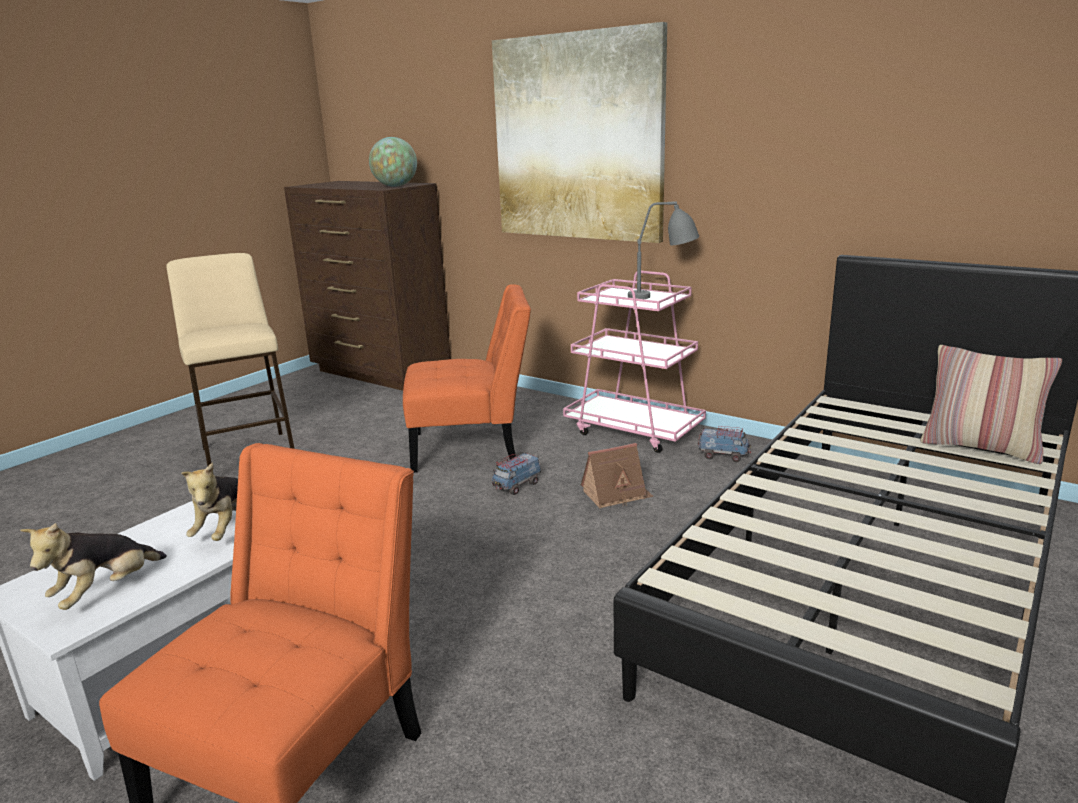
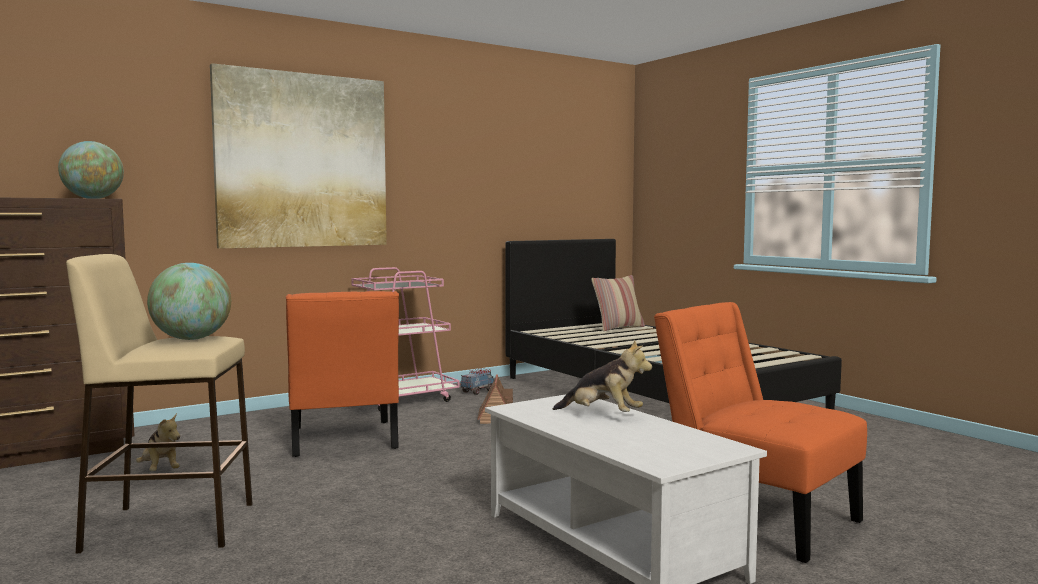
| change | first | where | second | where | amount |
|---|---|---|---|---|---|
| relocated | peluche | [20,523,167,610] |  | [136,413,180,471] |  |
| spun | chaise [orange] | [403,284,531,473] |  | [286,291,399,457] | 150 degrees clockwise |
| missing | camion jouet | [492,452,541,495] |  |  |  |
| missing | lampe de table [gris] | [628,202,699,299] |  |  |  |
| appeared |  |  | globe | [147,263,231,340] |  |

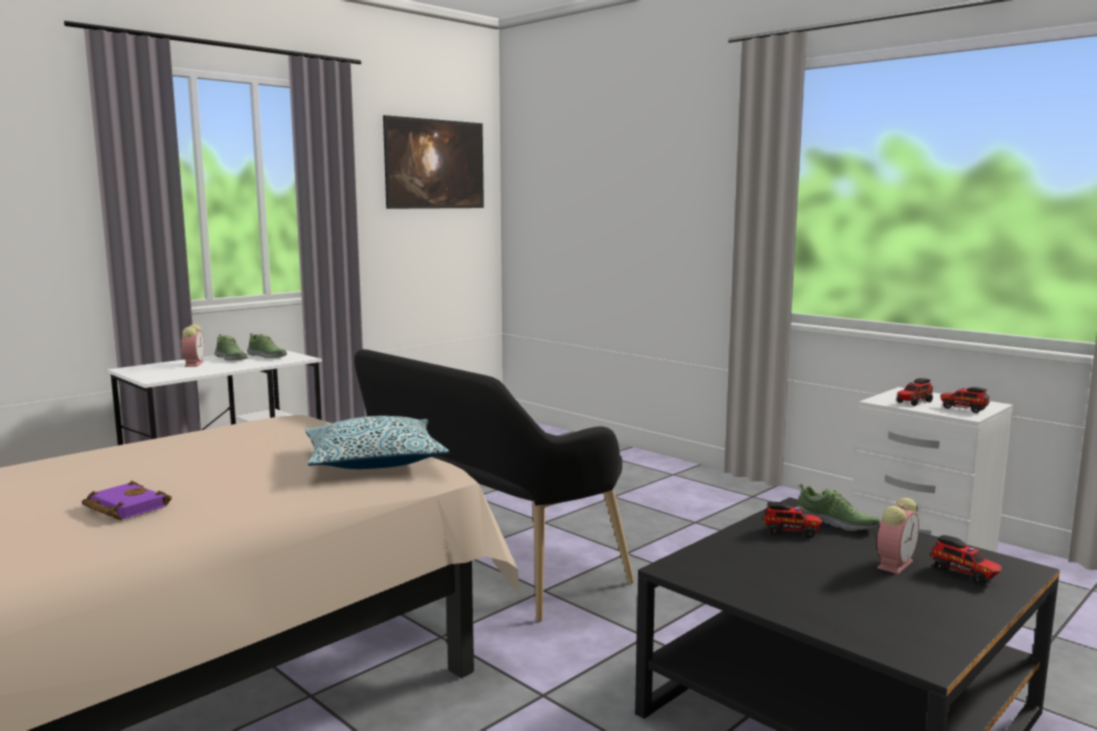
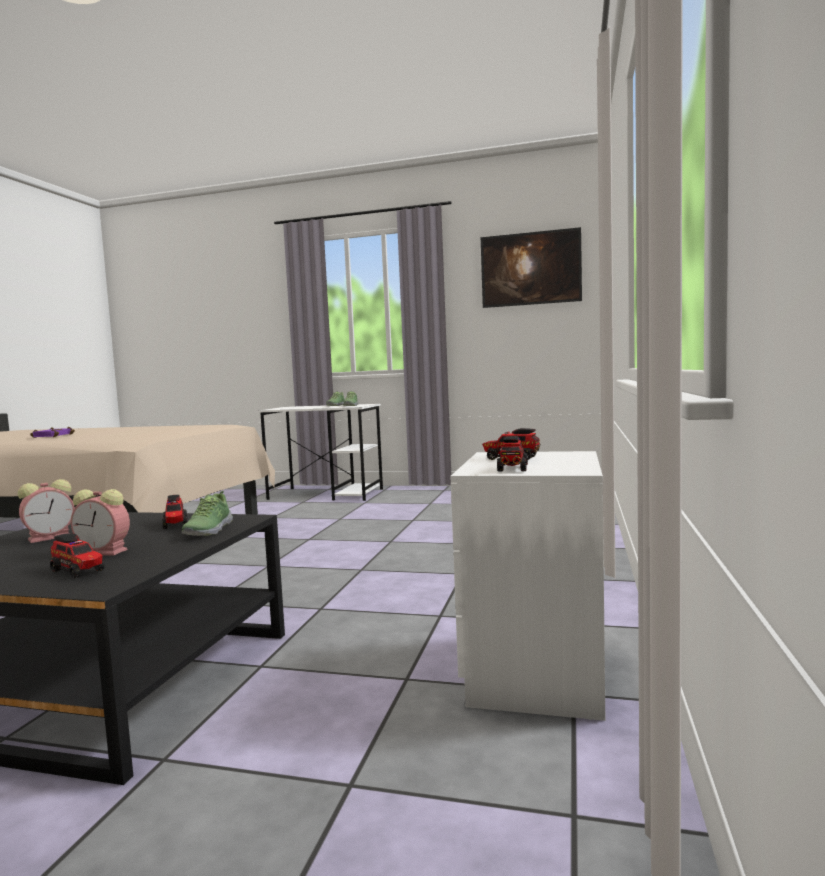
| change | first | where | second | where | amount |
|---|---|---|---|---|---|
| relocated | réveil | [181,324,204,367] |  | [18,479,75,543] |  |
| missing | coussin | [305,416,450,469] |  |  |  |
| missing | banc [noir] | [354,349,634,622] |  |  |  |
| spun | camion jouet | [931,535,1001,585] |  | [50,533,105,578] | 75 degrees counterclockwise |

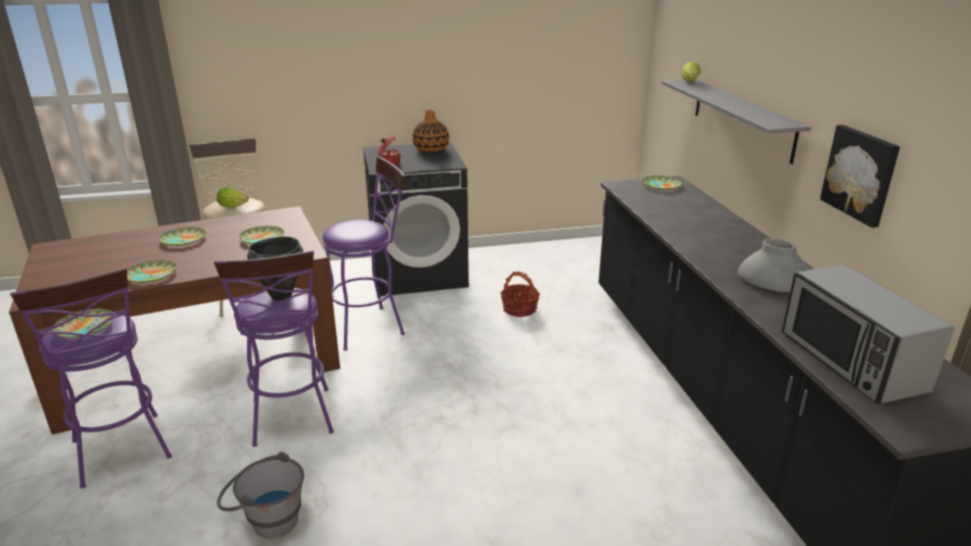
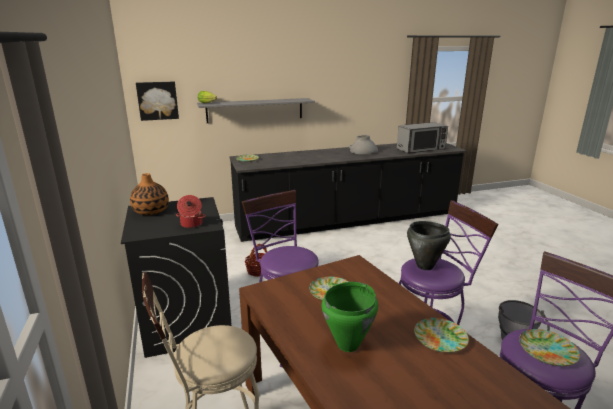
| change | first | where | second | where | amount |
|---|---|---|---|---|---|
| exchanged | assiette | [159,227,206,246] | marmite [vert] | [322,282,378,352] |  |
| missing | laitue | [217,188,249,208] |  |  |  |
| relocated | tableau | [820,125,900,228] |  | [136,82,179,121] |  |

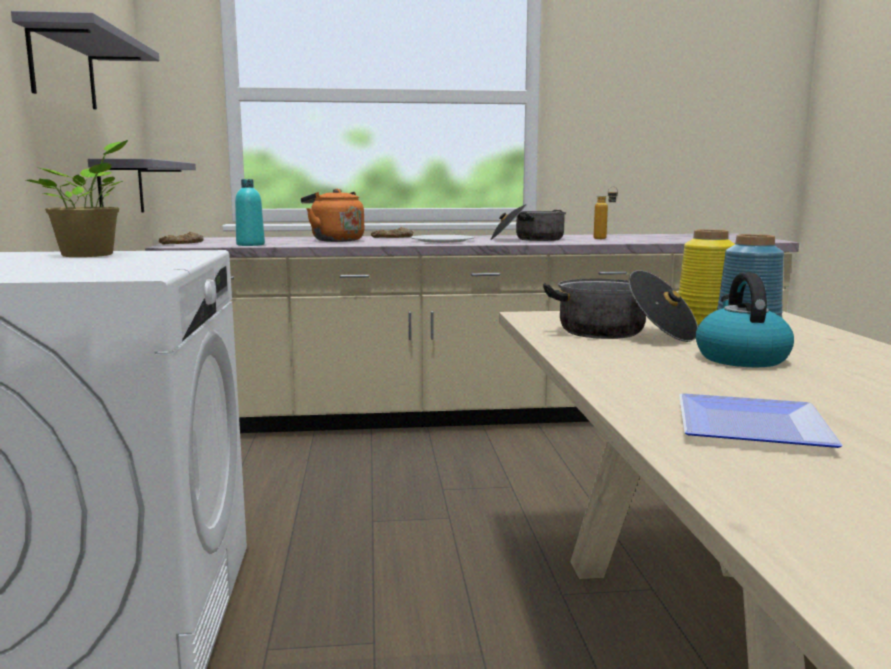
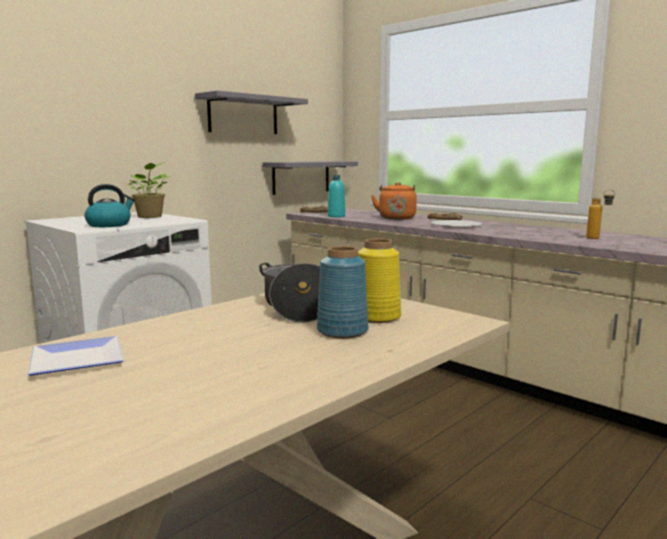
| change | first | where | second | where | amount |
|---|---|---|---|---|---|
| missing | marmite | [491,204,566,241] |  |  |  |
| relocated | bouilloire | [696,272,794,367] |  | [84,184,135,227] |  |

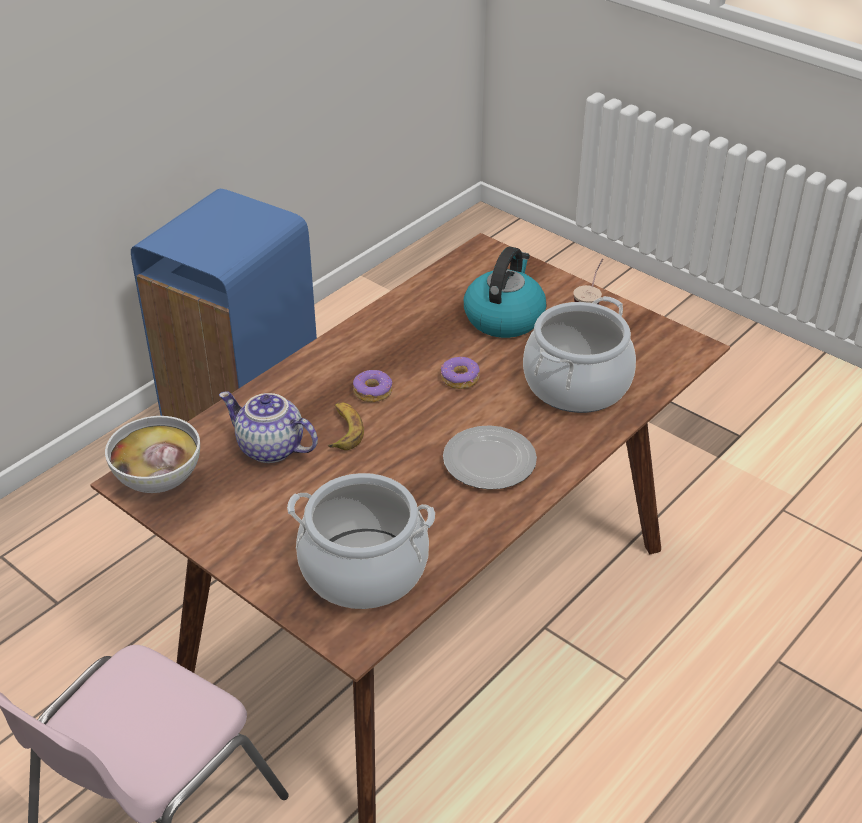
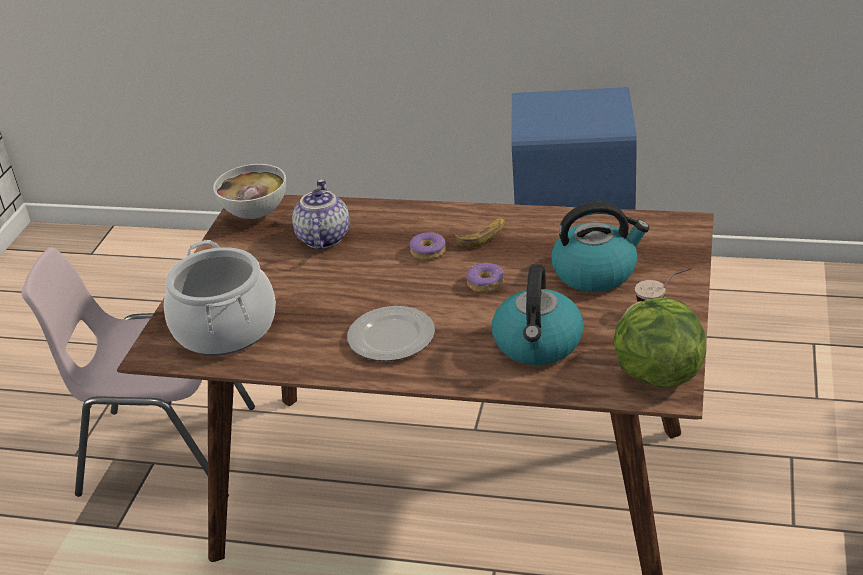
| change | first | where | second | where | amount |
|---|---|---|---|---|---|
| relocated | banane | [328,402,364,450] |  | [453,218,505,248] |  |
| exchanged | marmite | [523,296,636,413] | bouilloire | [492,264,584,365] |  |
| appeared |  |  | laitue | [614,297,706,388] |  |

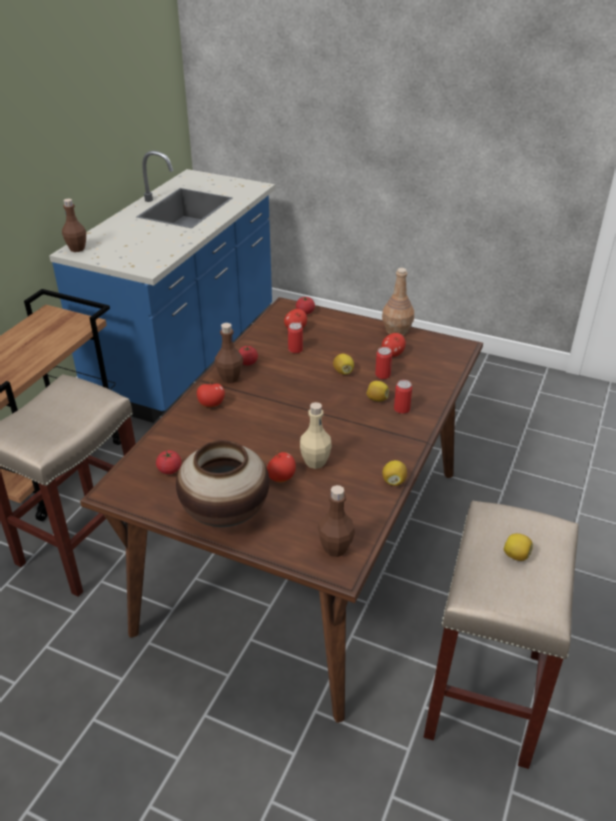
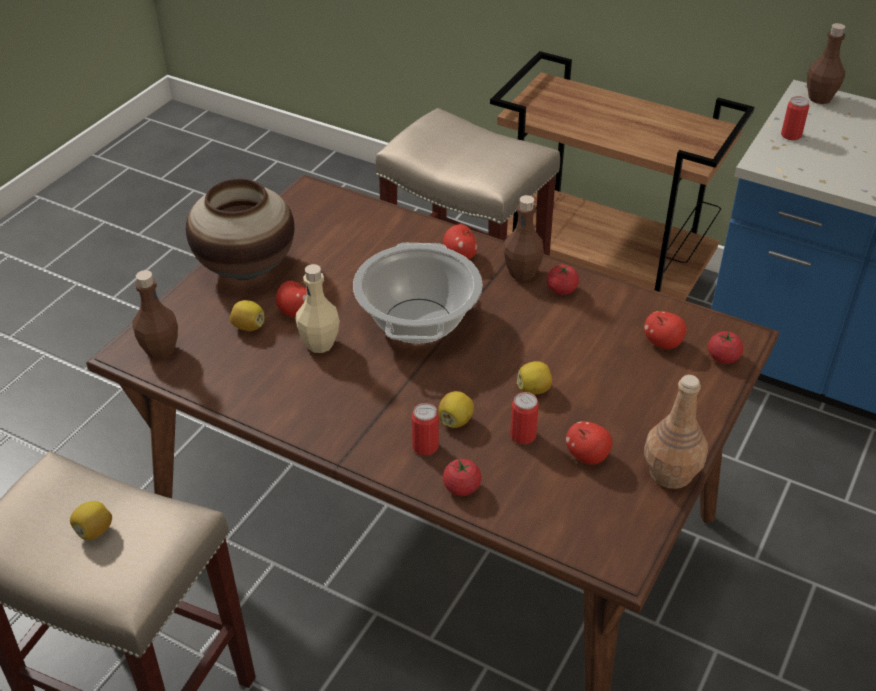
| change | first | where | second | where | amount |
|---|---|---|---|---|---|
| relocated | tomate | [156,450,182,474] |  | [443,458,481,496] |  |
| relocated | boîte métallique | [288,322,303,353] |  | [781,96,809,140] |  |
| relocated | citron | [382,460,407,486] |  | [230,300,264,331] |  |
| appeared |  |  | marmite | [353,243,483,344] |  |

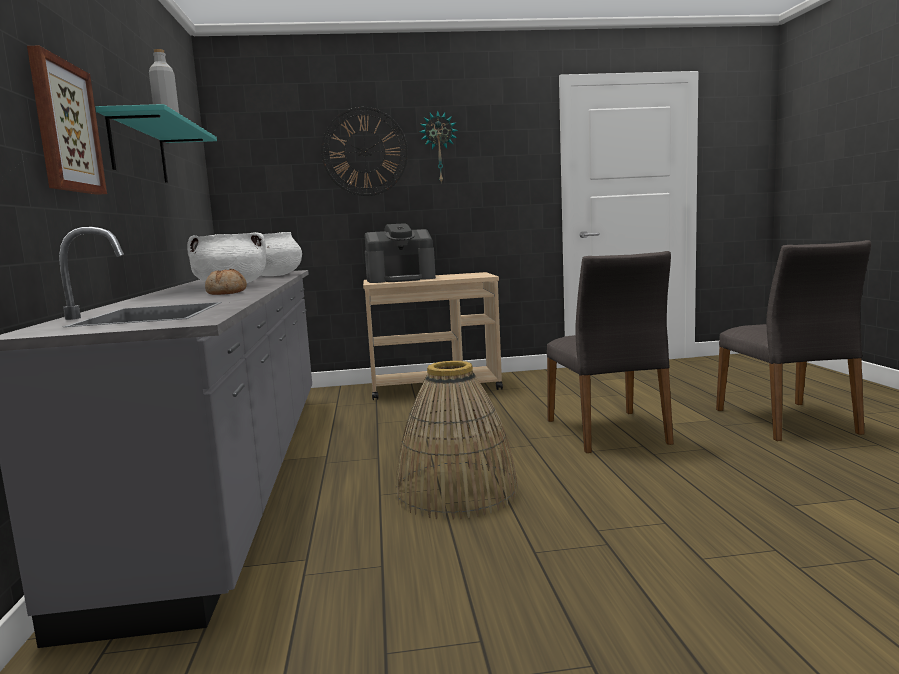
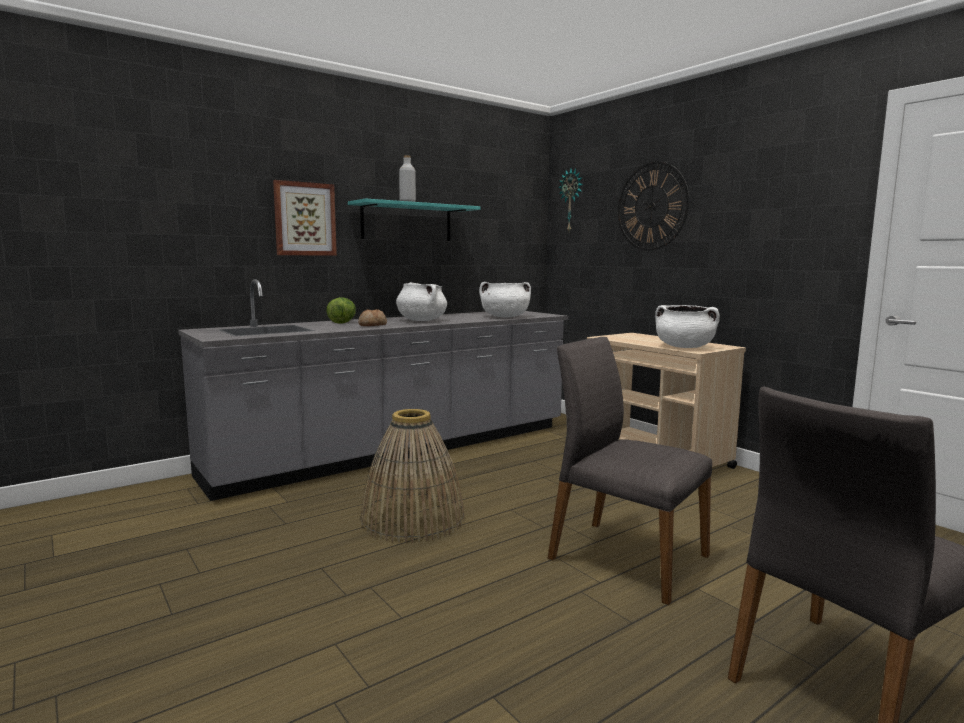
| change | first | where | second | where | amount |
|---|---|---|---|---|---|
| missing | machine à café | [365,223,436,283] |  |  |  |
| relocated | horloge murale | [419,111,458,184] |  | [558,169,583,231] |  |
| spun | chaise [gris] | [547,251,674,453] |  | [547,337,712,605] | 75 degrees clockwise |
| appeared |  |  | laitue | [327,297,356,324] |  |
| appeared |  |  | marmite [blanc] | [655,305,720,348] |  |

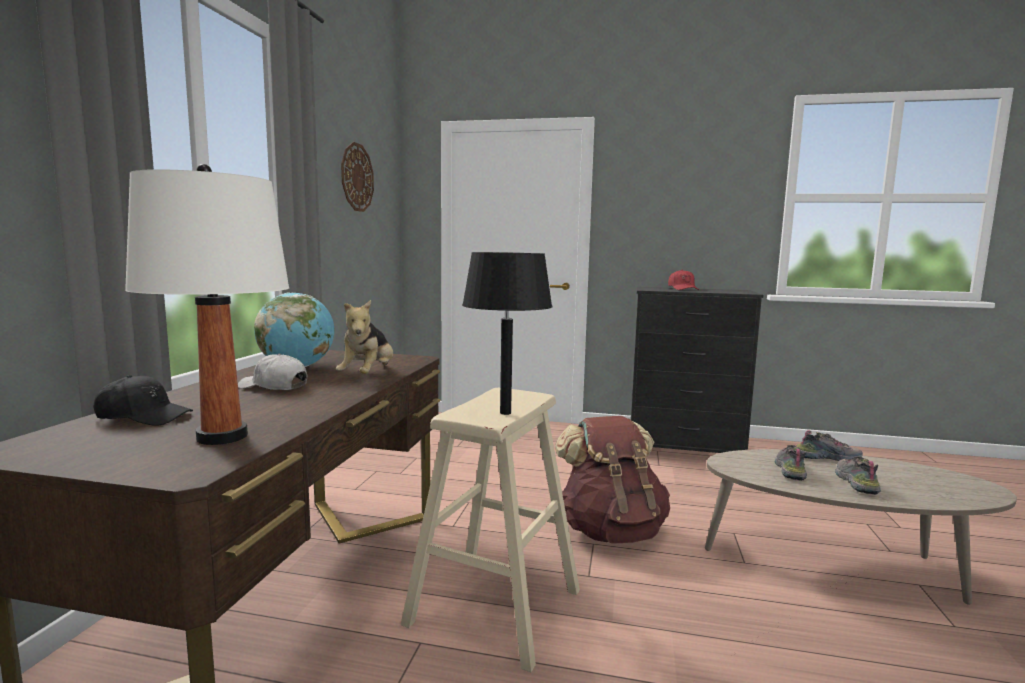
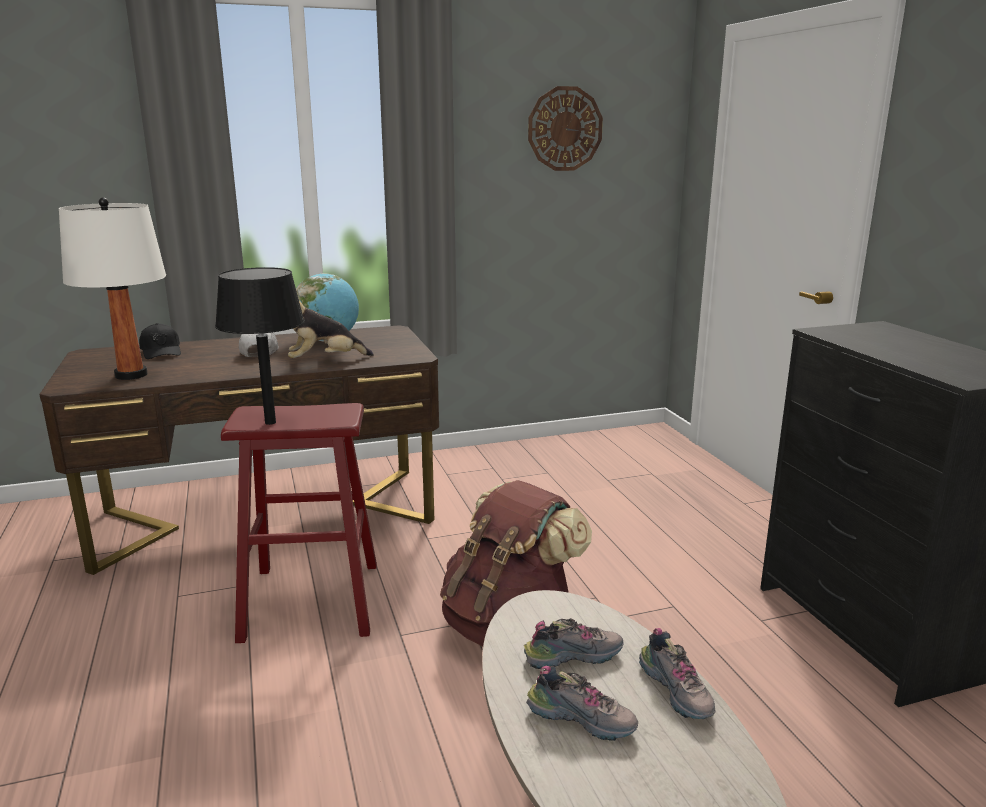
| change | first | where | second | where | amount |
|---|---|---|---|---|---|
| colour | tabouret [beige] | [401,388,580,672] | tabouret [rouge] | [221,403,377,643] |  |
| missing | casquette [rouge] | [668,270,699,290] |  |  |  |
| spun | chaussure | [835,456,881,495] |  | [526,666,638,741] | 45 degrees clockwise |

